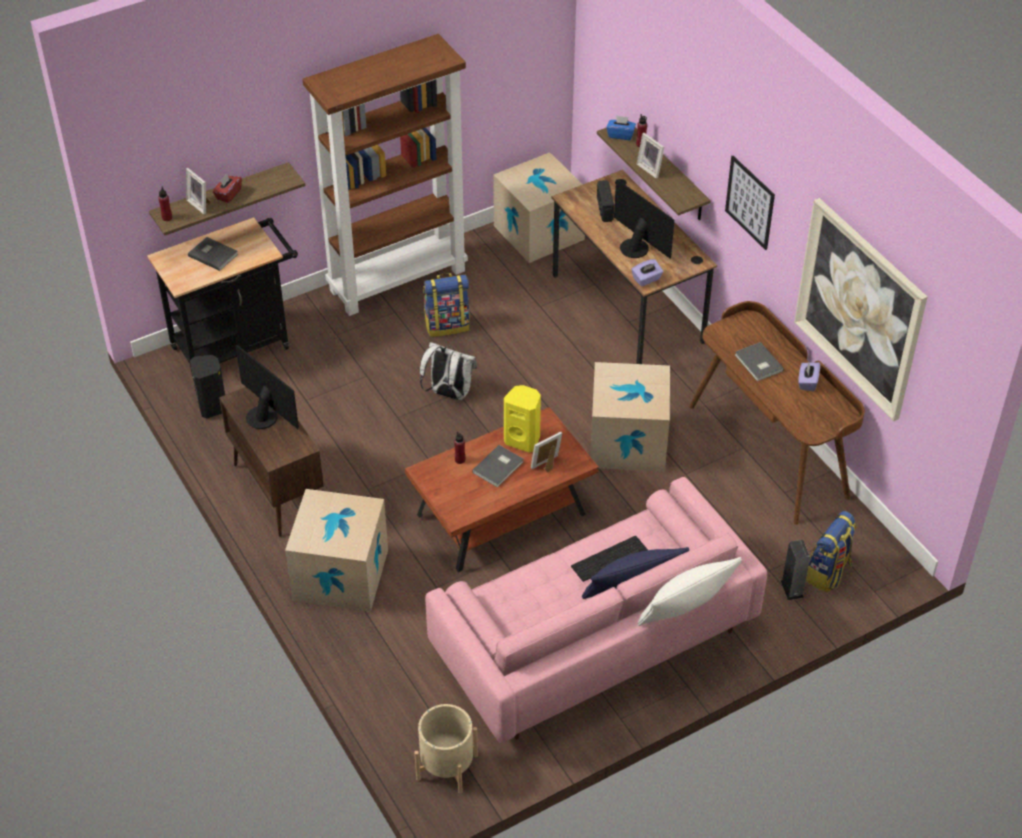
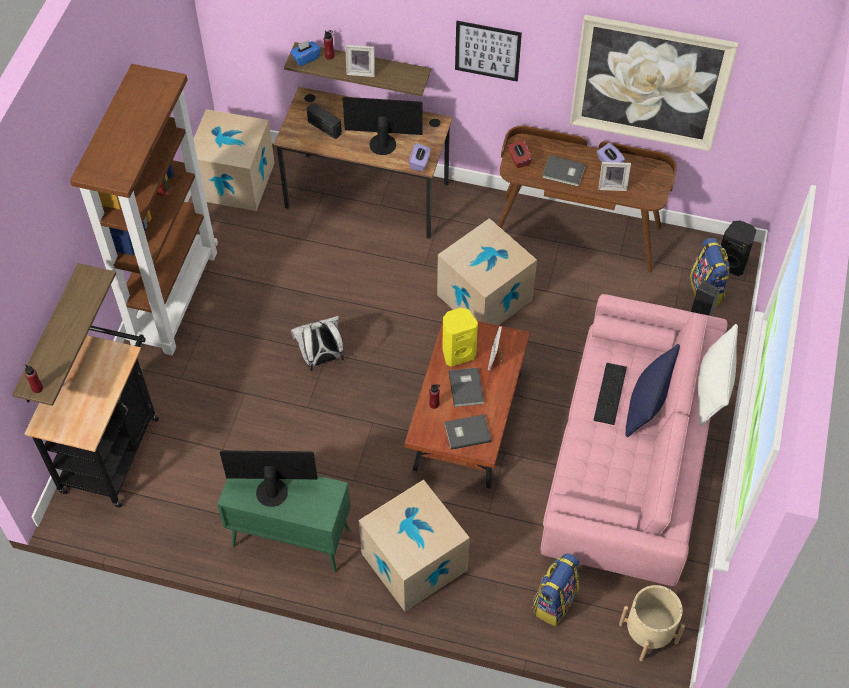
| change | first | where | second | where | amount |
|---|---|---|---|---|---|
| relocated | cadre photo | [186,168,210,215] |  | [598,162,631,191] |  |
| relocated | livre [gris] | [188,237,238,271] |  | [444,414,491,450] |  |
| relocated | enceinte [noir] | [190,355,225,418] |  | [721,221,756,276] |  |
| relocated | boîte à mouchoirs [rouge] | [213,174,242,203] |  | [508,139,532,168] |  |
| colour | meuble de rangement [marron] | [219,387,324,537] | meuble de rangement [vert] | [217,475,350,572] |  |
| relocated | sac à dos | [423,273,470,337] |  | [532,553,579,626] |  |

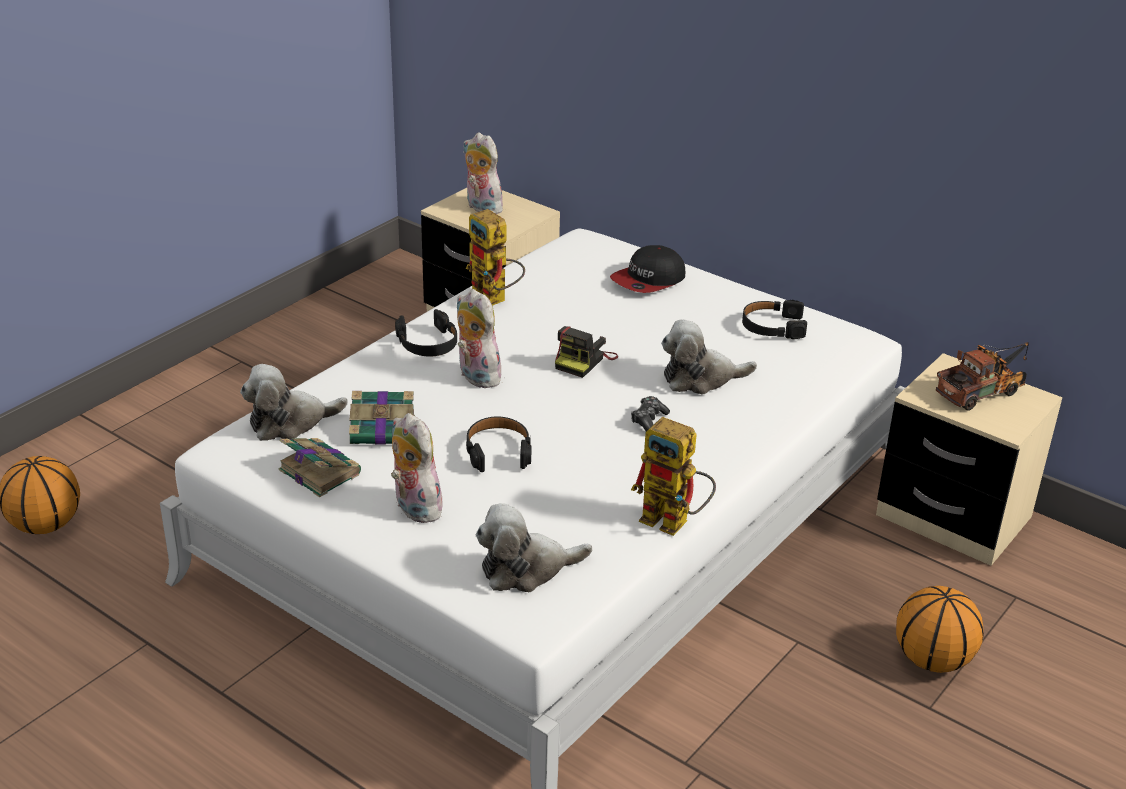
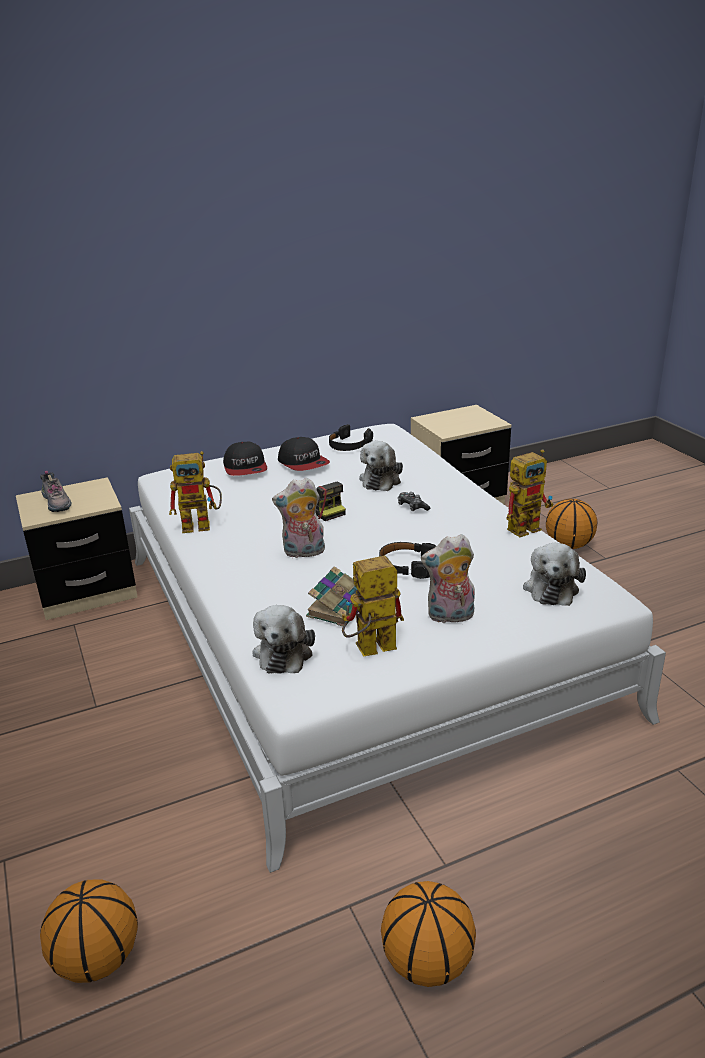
| change | first | where | second | where | amount |
|---|---|---|---|---|---|
| exchanged | livre | [279,438,361,497] | robot jouet | [342,556,404,656] |  |
| missing | casque audio [noir] | [395,309,457,357] |  |  |  |
| exchanged | peluche | [463,132,503,214] | chaussure | [40,471,72,512] |  |
| missing | camion jouet | [936,342,1029,411] |  |  |  |
| appeared |  |  | casquette | [278,437,330,471] |  |
| appeared |  |  | ballon de basket | [381,881,476,987] |  |

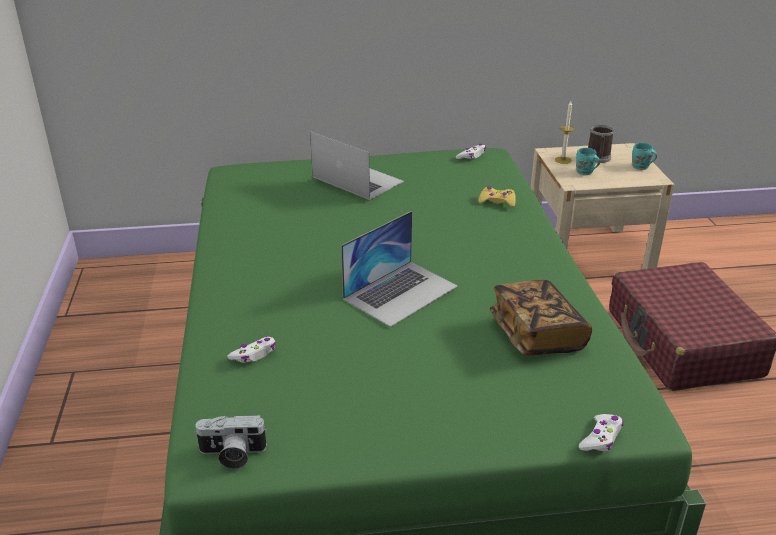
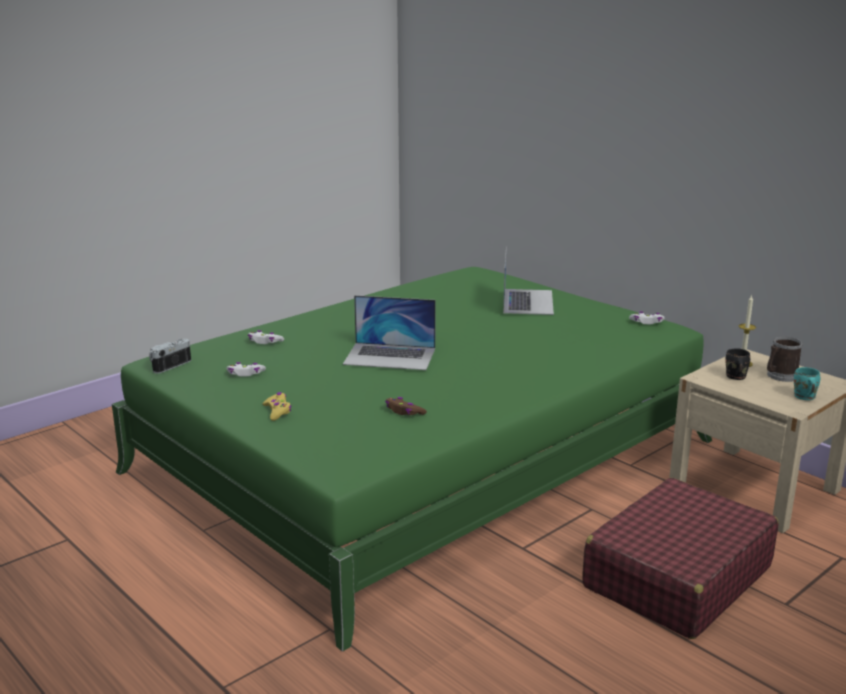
| change | first | where | second | where | amount |
|---|---|---|---|---|---|
| spun | appareil photo | [194,415,267,469] |  | [149,339,191,374] | 75 degrees clockwise |
| relocated | manette [jaune] | [479,186,516,207] |  | [263,392,291,421] |  |
| exchanged | livre | [490,280,592,355] | manette [marron] | [385,397,427,415] |  |
| colour | mug [turquoise] | [576,148,600,175] | mug [noir] | [725,348,750,380] |  |
| relocated | manette [blanc] | [579,414,623,451] |  | [227,362,266,377] |  |

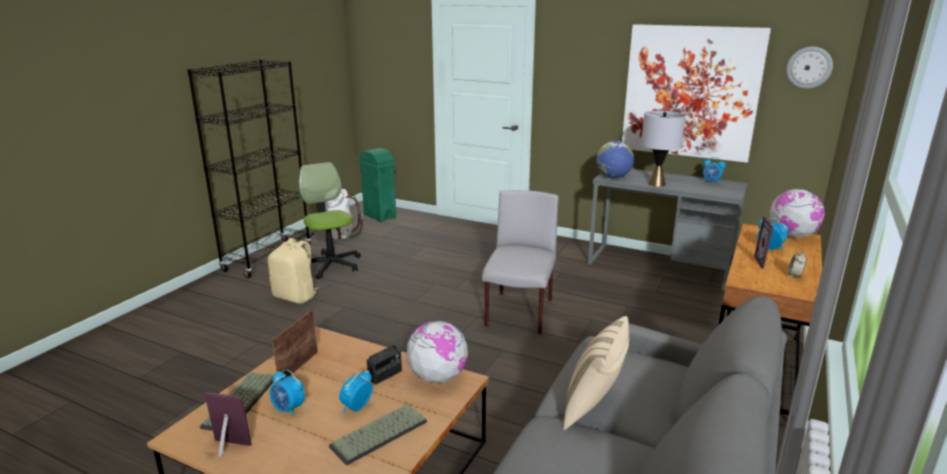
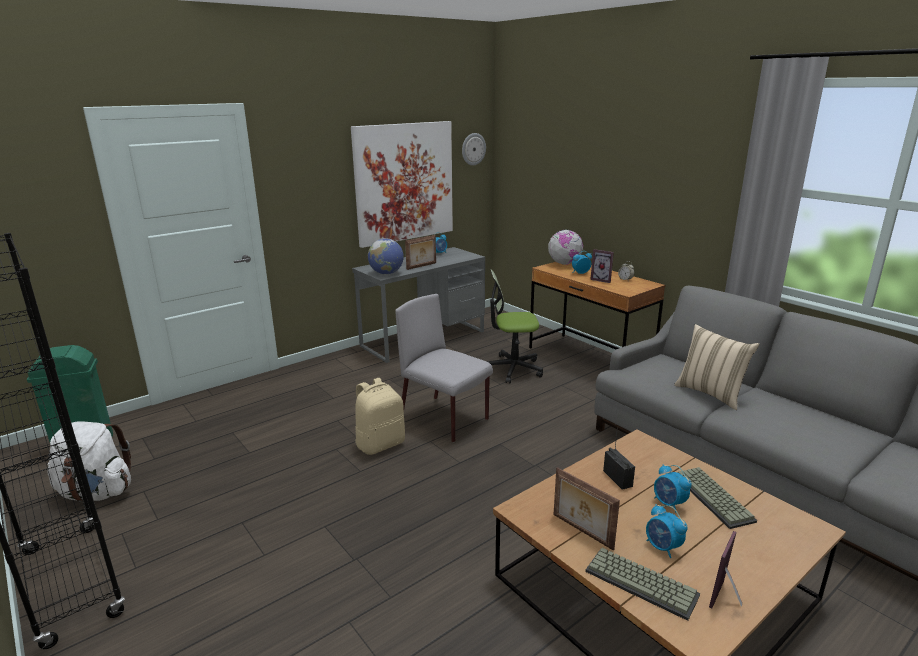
| change | first | where | second | where | amount |
|---|---|---|---|---|---|
| relocated | sac à dos [beige] | [268,238,319,304] |  | [355,378,405,455] |  |
| spun | réveil | [270,369,305,417] |  | [646,504,688,558] | 90 degrees clockwise |
| relocated | chaise de bureau | [299,162,361,279] |  | [486,269,543,383] |  |
| missing | globe | [406,321,468,383] |  |  |  |
| exchanged | lampe de table [gris] | [641,111,686,187] | cadre photo | [405,235,436,270] |  |

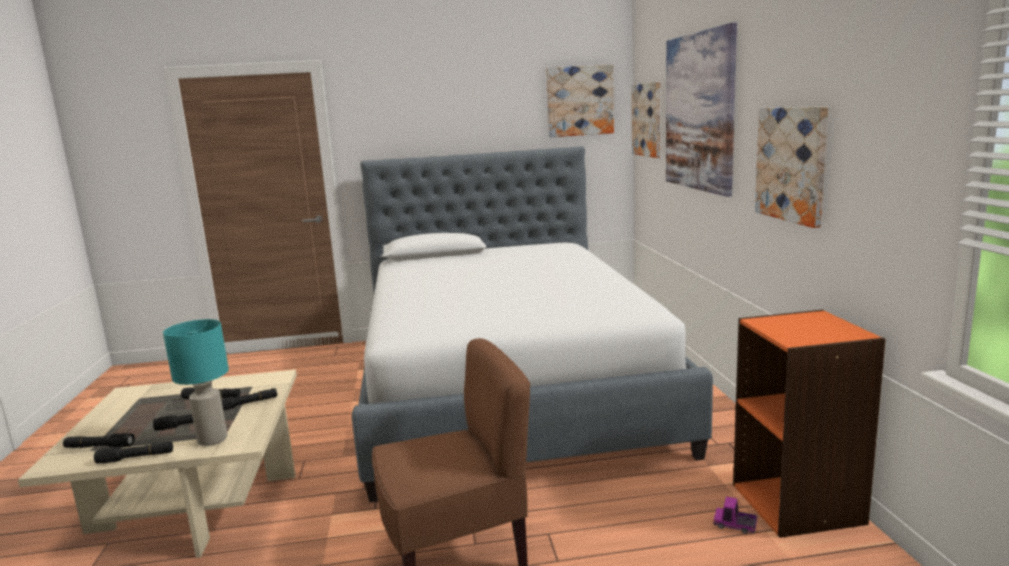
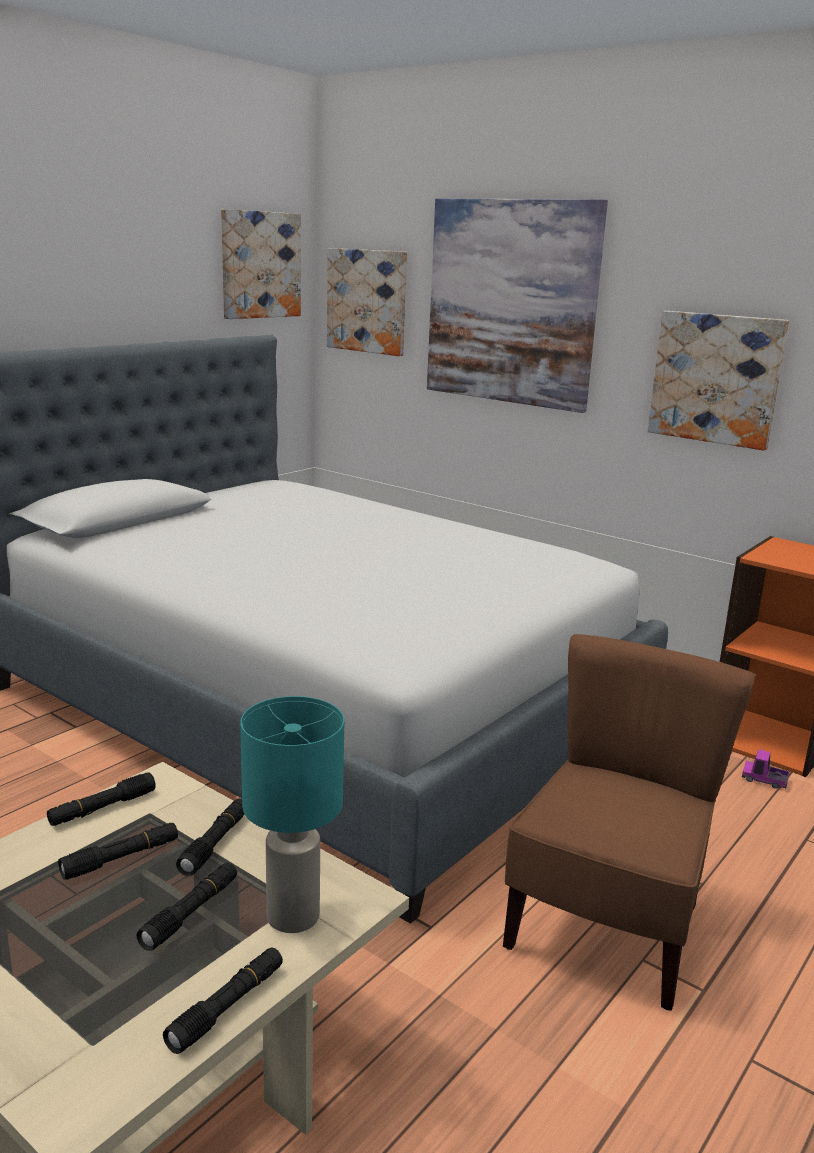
| change | first | where | second | where | amount |
|---|---|---|---|---|---|
| relocated | lampe de poche [noir] | [63,433,135,448] |  | [47,773,156,826] |  |
| spun | camion jouet | [714,497,757,533] |  | [742,749,790,789] | 45 degrees clockwise |

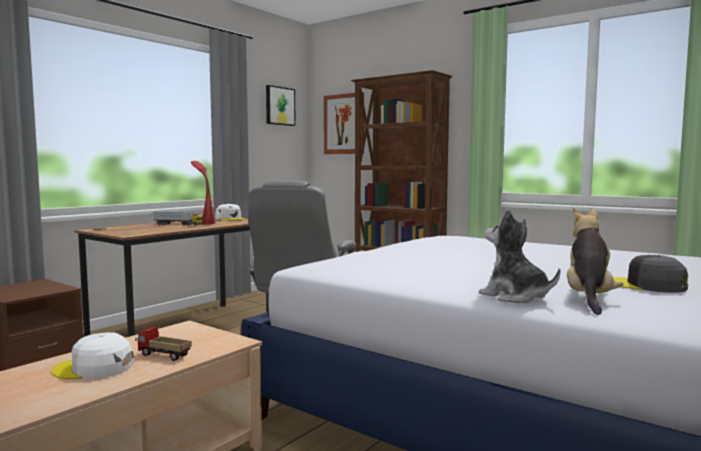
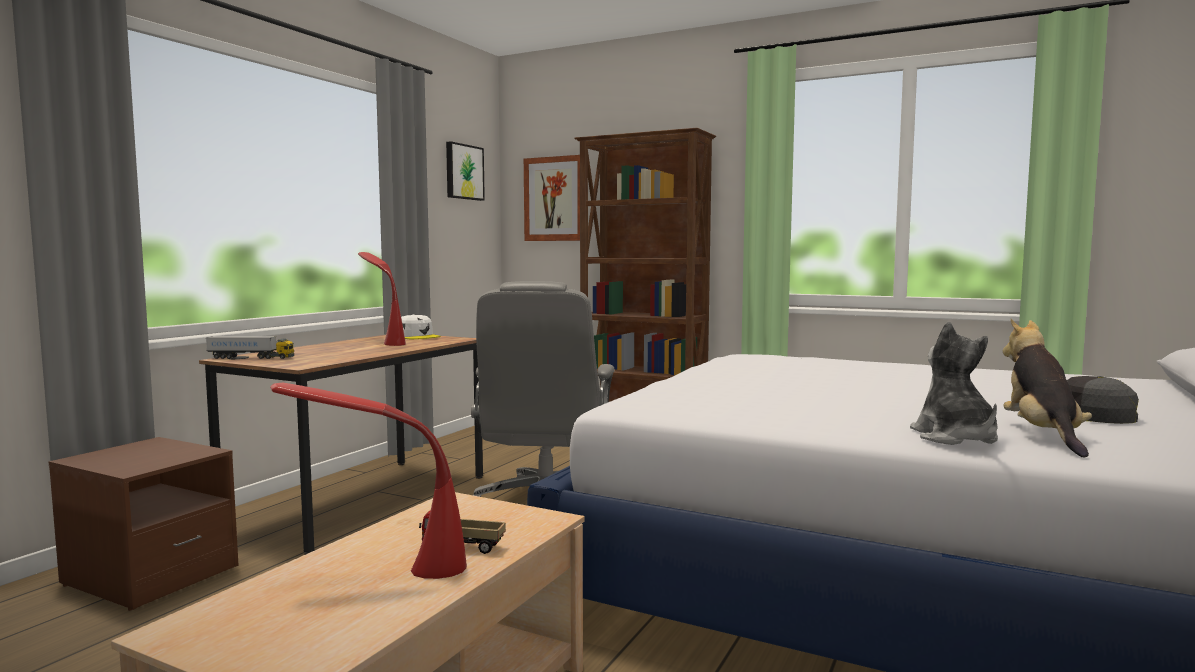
| change | first | where | second | where | amount |
|---|---|---|---|---|---|
| exchanged | casquette [blanc] | [52,332,134,379] | lampe de table [rouge] | [270,383,467,579] |  |
| relocated | camion jouet | [153,211,203,226] |  | [206,336,294,359] |  |
| spun | peluche | [479,209,560,303] |  | [910,322,998,445] | 45 degrees clockwise |

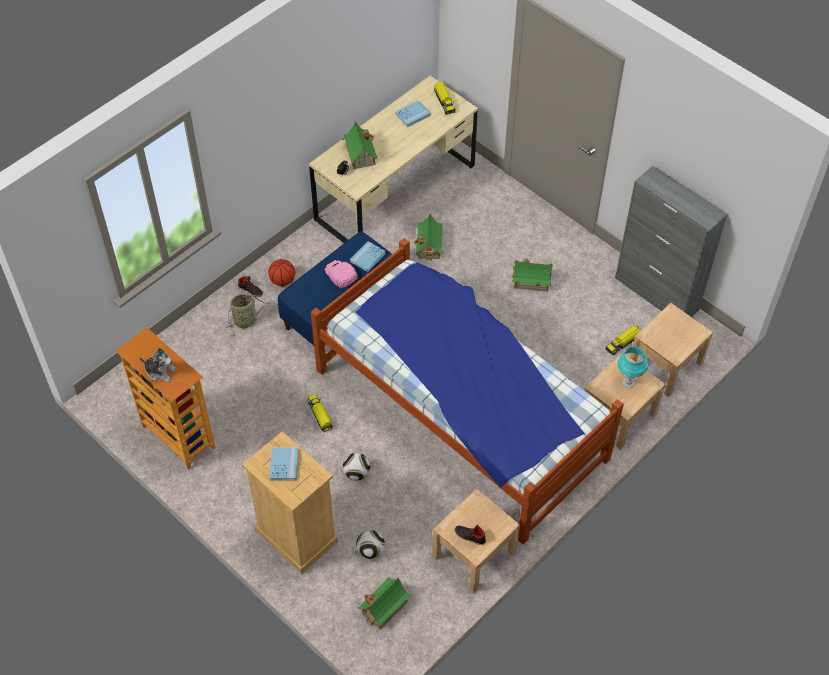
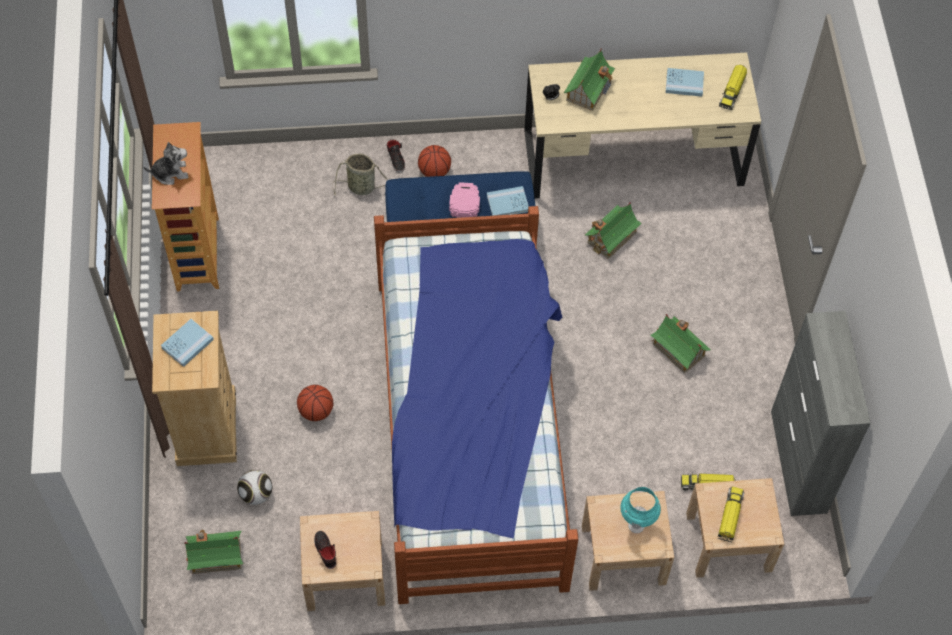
| change | first | where | second | where | amount |
|---|---|---|---|---|---|
| spun | peluche | [139,348,177,382] |  | [143,142,189,185] | 75 degrees counterclockwise |
| relocated | camion jouet | [307,394,333,432] |  | [718,486,744,542] |  |
| exchanged | ballon de foot | [343,453,370,481] | ballon de basket | [297,385,333,421] |  |

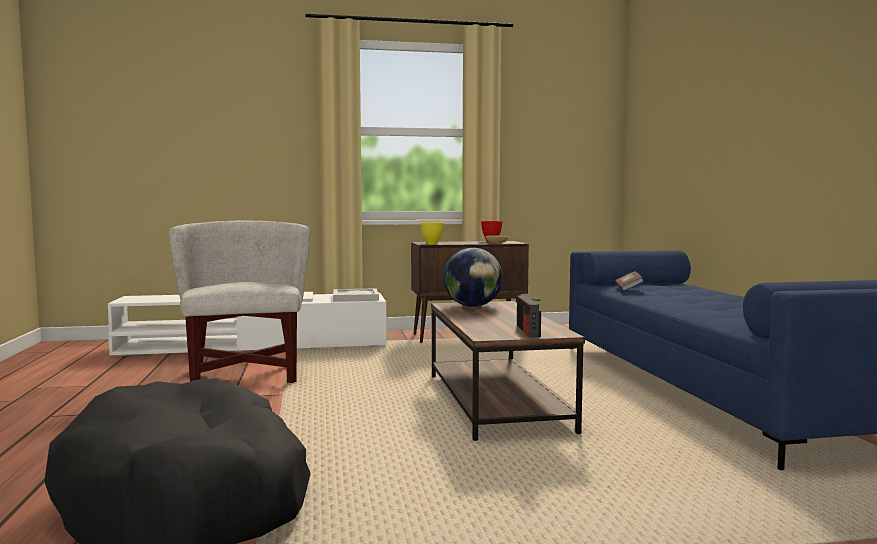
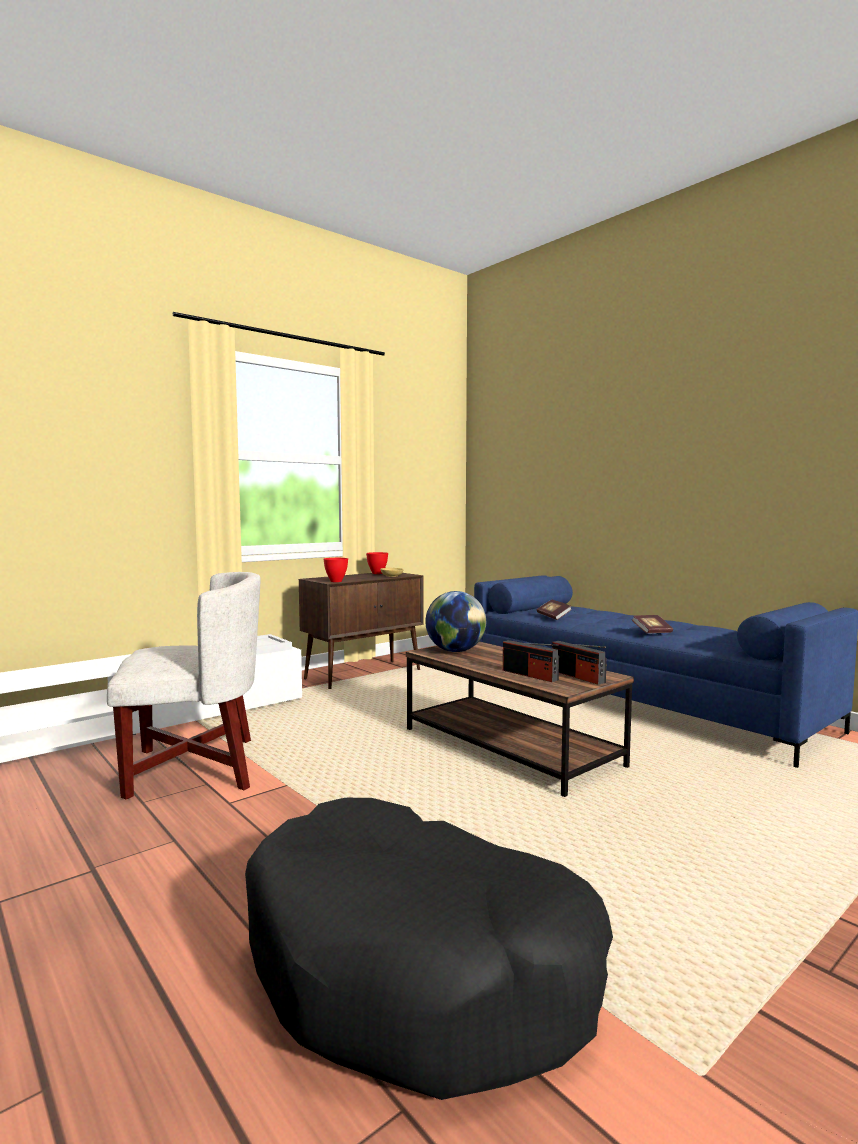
| change | first | where | second | where | amount |
|---|---|---|---|---|---|
| spun | fauteuil [blanc] | [169,220,310,383] |  | [107,572,260,799] | 120 degrees clockwise |
| colour | bol [jaune] | [421,222,443,244] | bol [rouge] | [324,558,348,582] |  |
| appeared |  |  | radio | [503,640,559,682] |  |
| appeared |  |  | livre | [632,615,673,634] |  |

